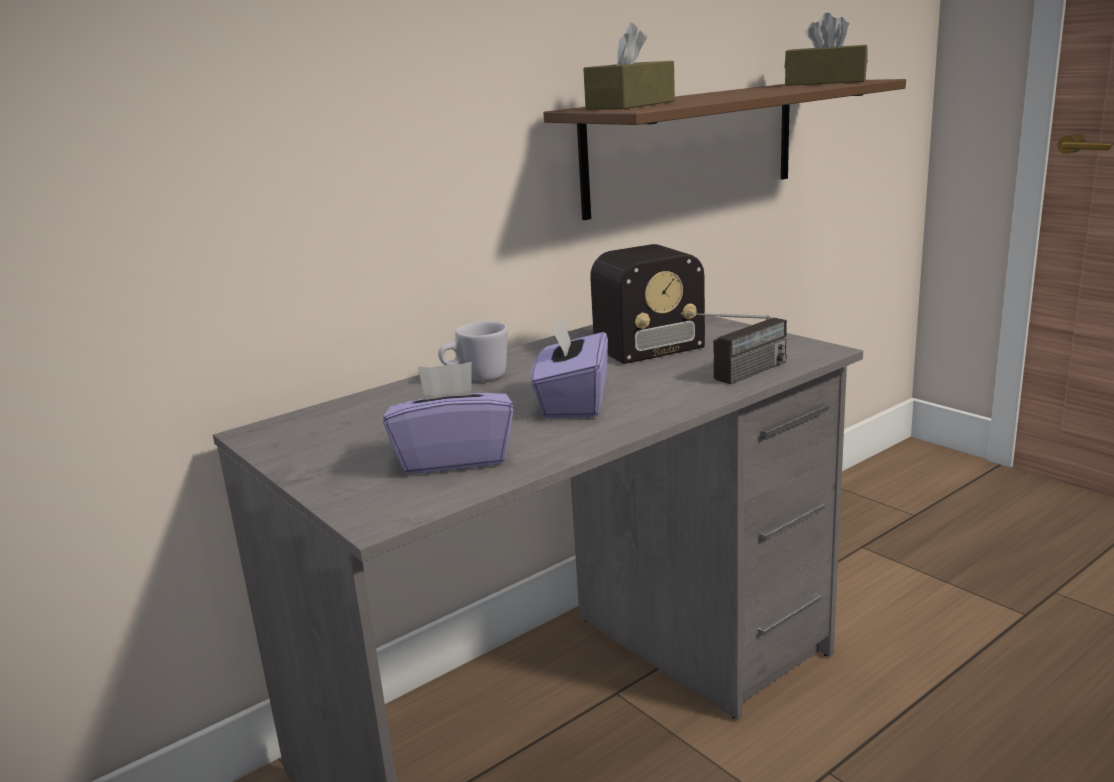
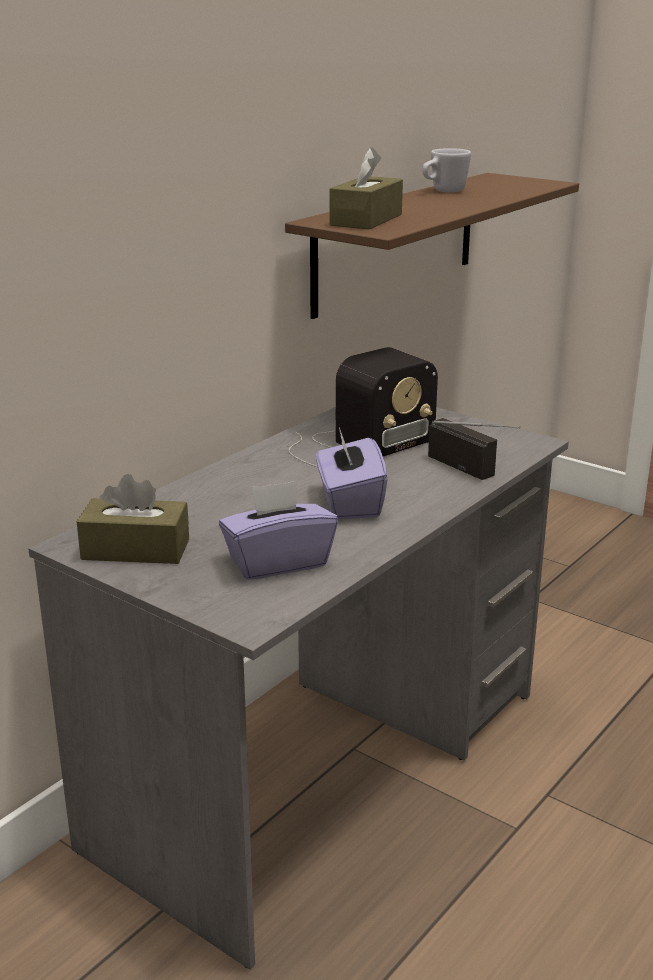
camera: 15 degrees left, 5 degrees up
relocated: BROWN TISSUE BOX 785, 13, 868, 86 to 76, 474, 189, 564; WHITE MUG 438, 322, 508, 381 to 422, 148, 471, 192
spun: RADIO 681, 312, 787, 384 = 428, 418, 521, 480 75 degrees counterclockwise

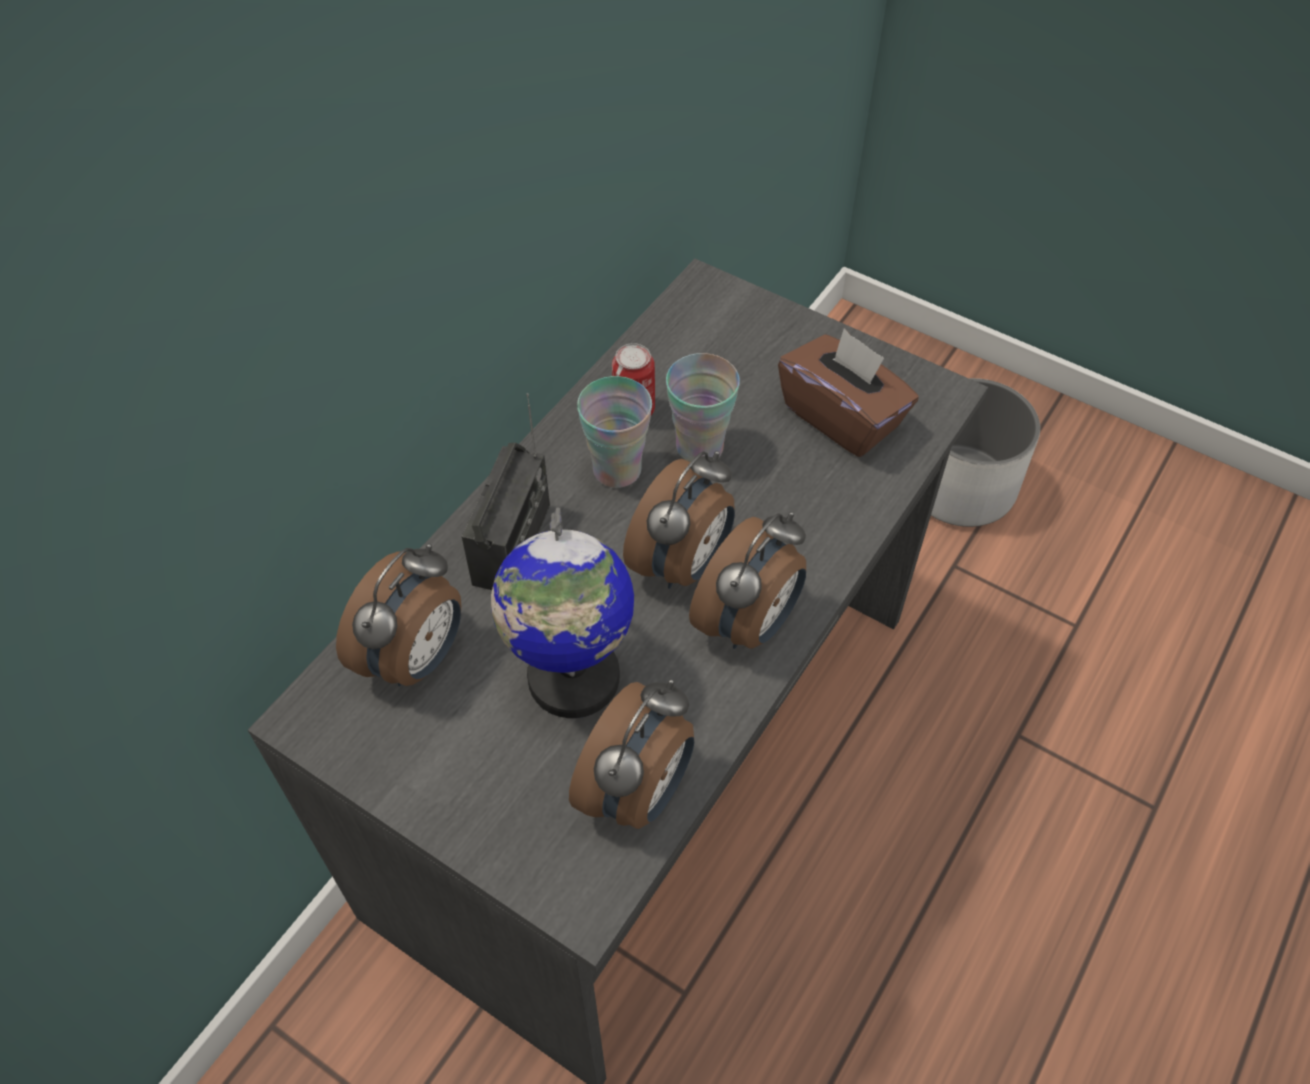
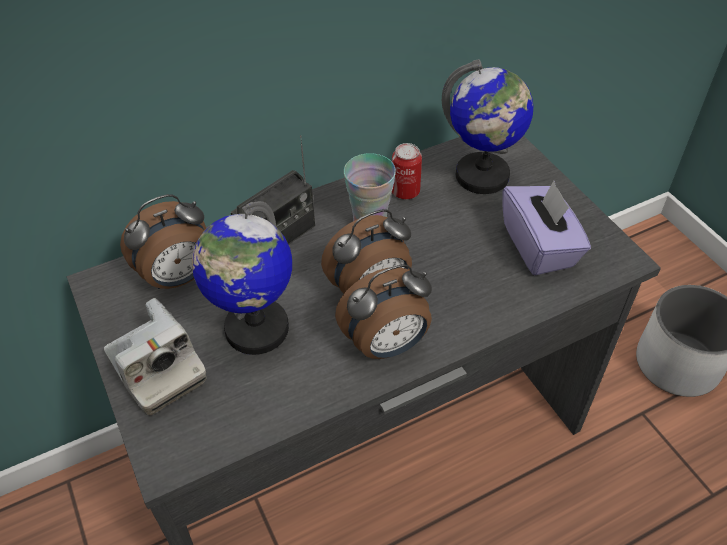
camera: 30 degrees right, 5 degrees down
missing: CUP 666, 353, 740, 462; ALARM CLOCK 569, 679, 694, 829
appeared: GLOBE 442, 59, 533, 194; PHOTO CAMERA 104, 298, 207, 416
colour: BROWN TISSUE BOX 778, 328, 919, 457 to PURPLE TISSUE BOX 502, 181, 591, 276

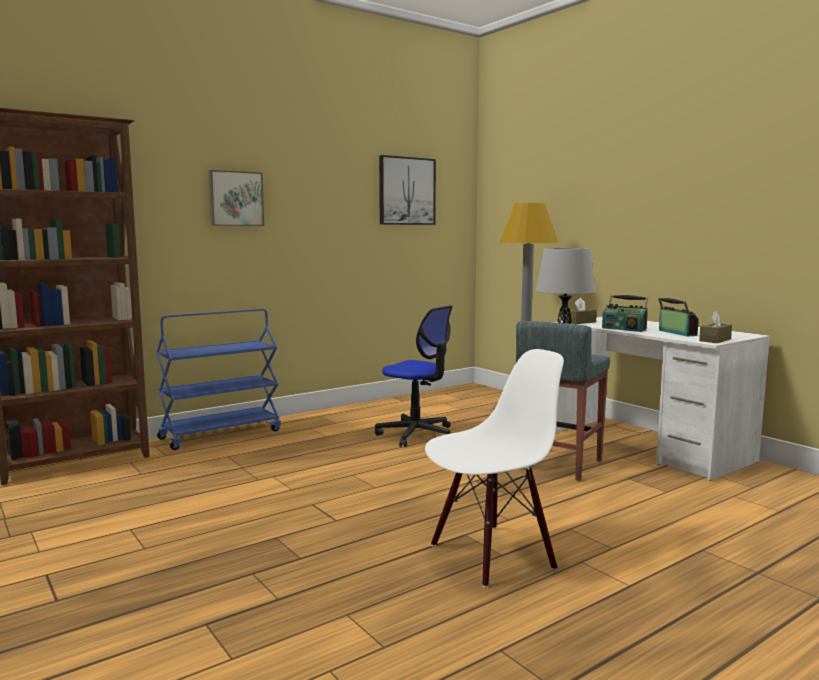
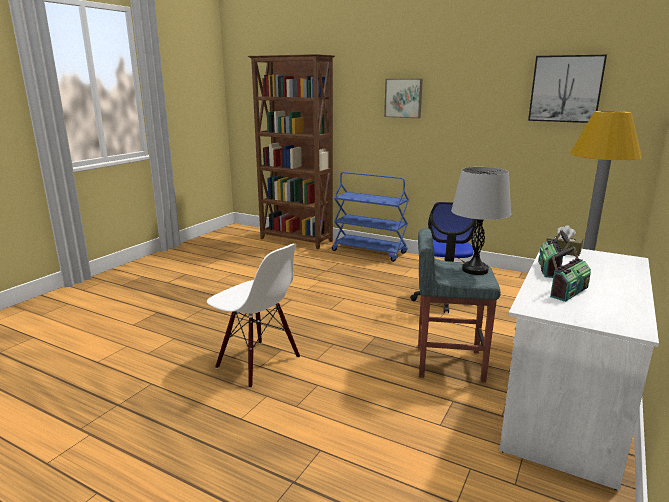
camera: 65 degrees right, 10 degrees up
missing: BROWN TISSUE BOX 699, 311, 732, 343

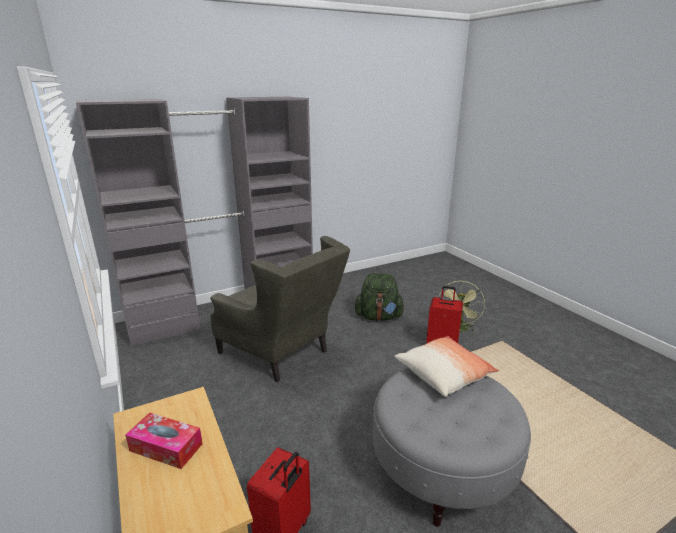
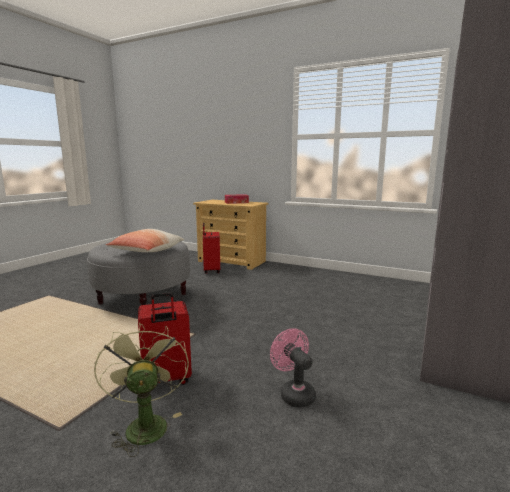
camera: 145 degrees right, 10 degrees down
missing: GREY ARMCHAIR 210, 236, 350, 382
exchanged: GREEN BACKPACK 355, 273, 405, 321 to PINK FAN 270, 328, 316, 408

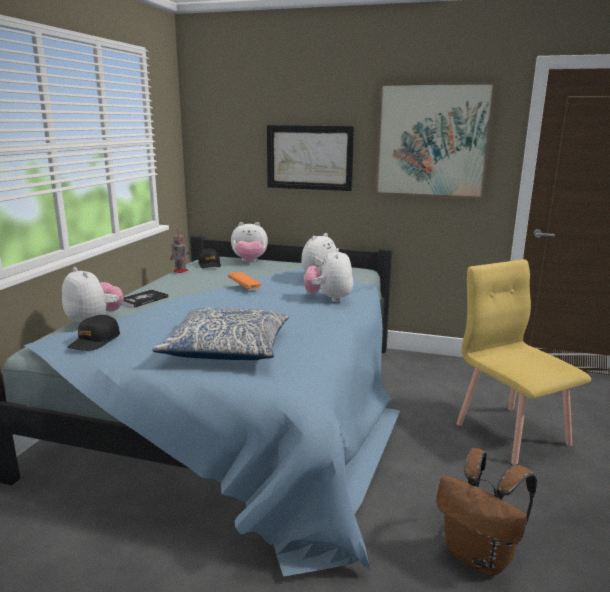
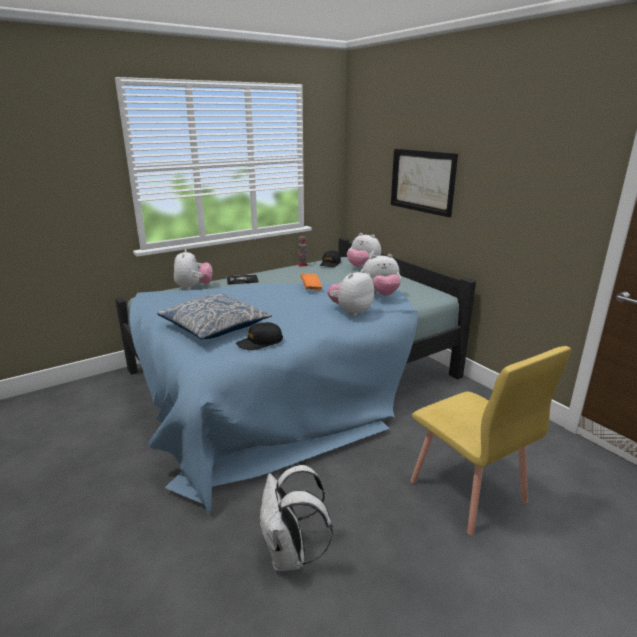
camera: 40 degrees right, 5 degrees up
missing: PICTURE 374, 82, 496, 199
relocated: BLACK CAP 67, 315, 120, 351 to 236, 322, 283, 350
colour: BROWN BACKPACK 436, 448, 537, 576 to WHITE BACKPACK 259, 465, 333, 571
spun: YELLOW CHAIR 457, 259, 591, 465 = 411, 346, 571, 535 135 degrees clockwise

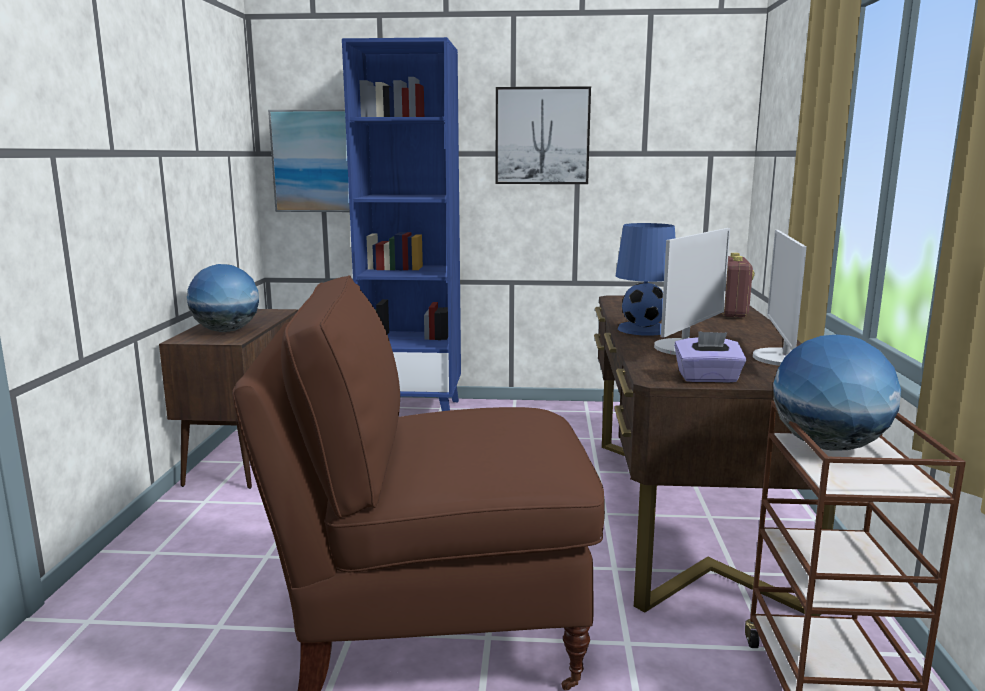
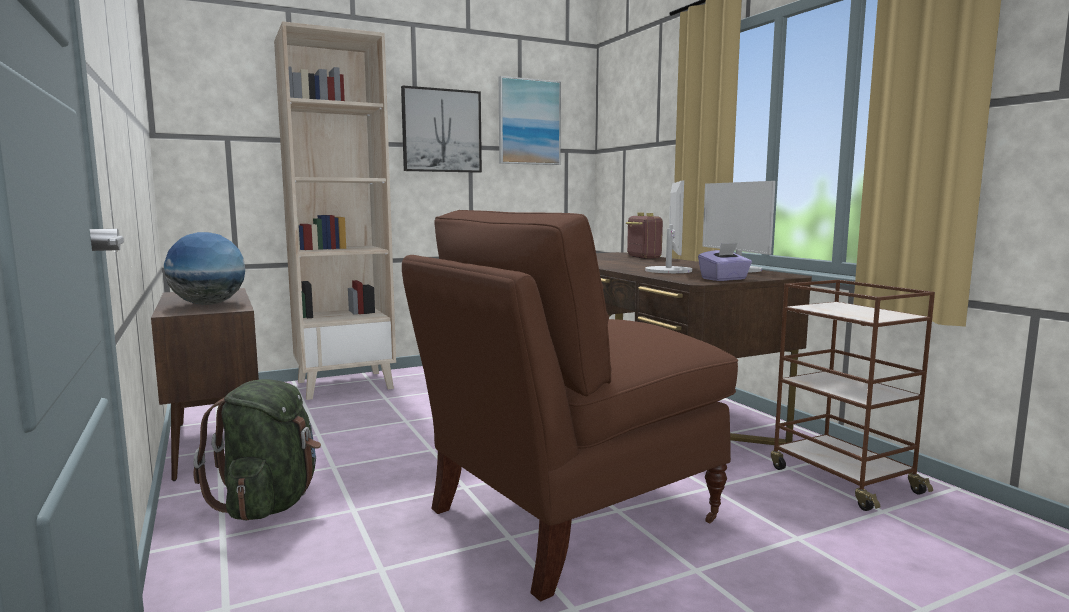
camera: 30 degrees left, 5 degrees down
missing: BLUE TABLE LAMP 616, 223, 675, 336; GLOBE 773, 335, 901, 451
appeared: GREEN BACKPACK 193, 379, 321, 521
relocated: PICTURE 268, 109, 350, 212 to 499, 76, 561, 165
colour: BLUE BOOKCASE 342, 37, 461, 411 to BEIGE BOOKCASE 274, 21, 396, 400

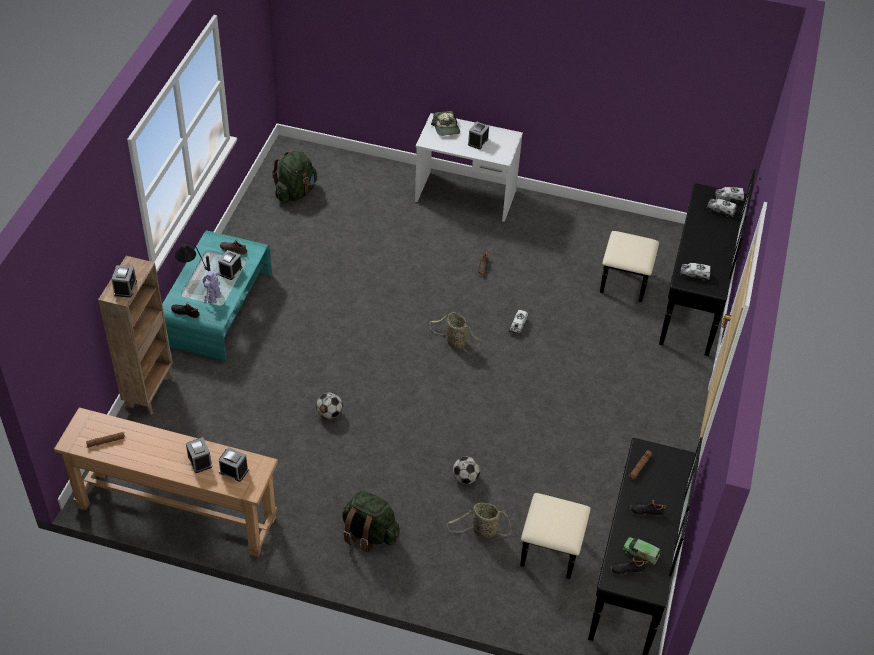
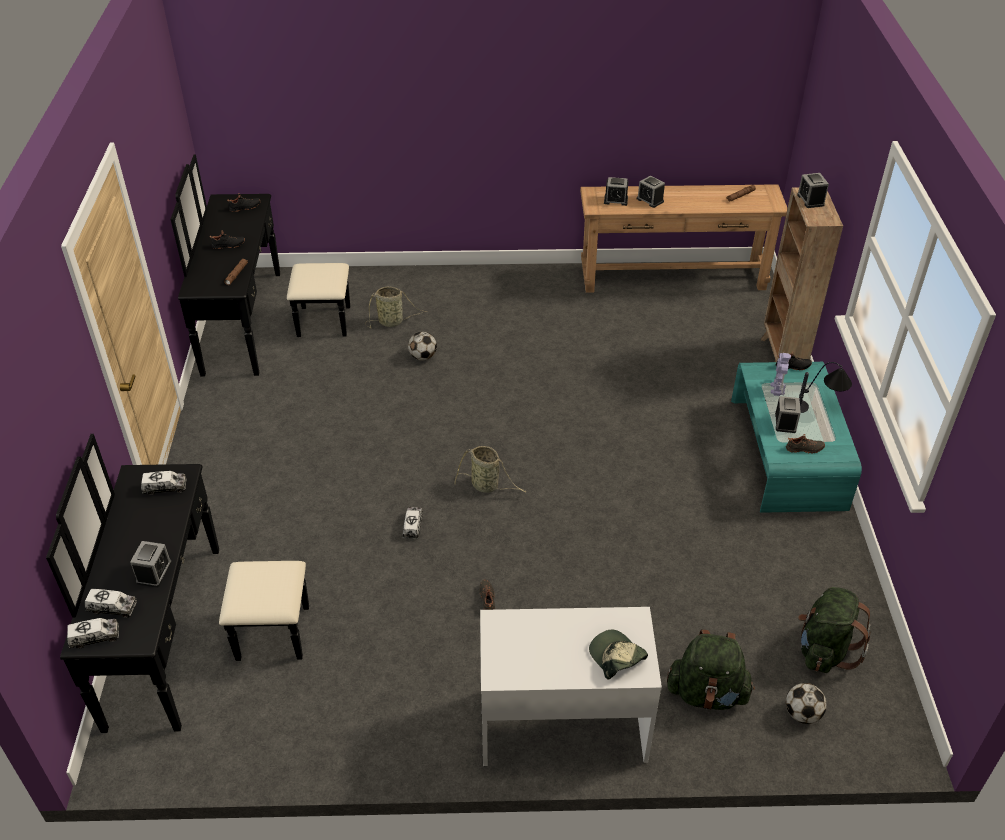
camera: 165 degrees right, 5 degrees down
missing: TOY TRUCK 623, 537, 660, 565
relocated: ALARM CLOCK 468, 121, 489, 150 to 130, 541, 172, 588; FOOTBALL 316, 392, 343, 419 to 786, 683, 827, 724; GREEN BACKPACK 343, 491, 400, 553 to 667, 630, 755, 710

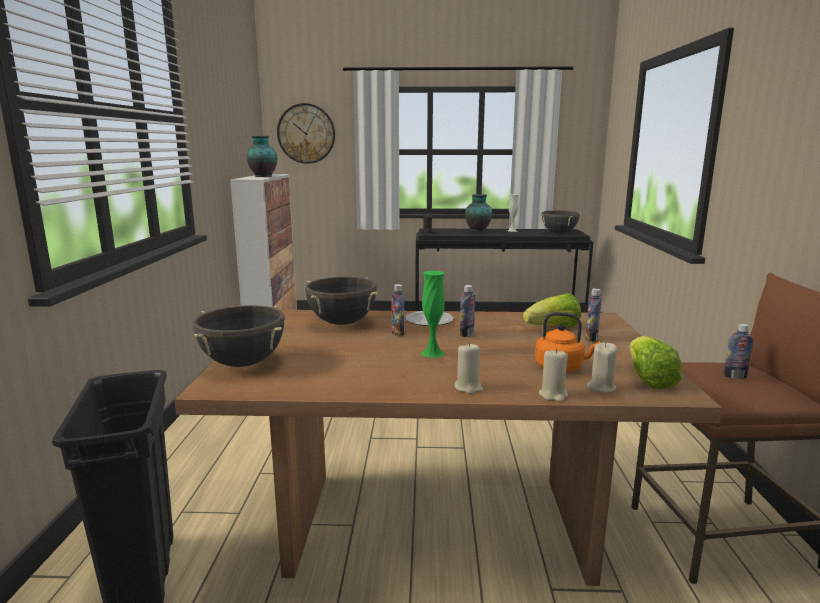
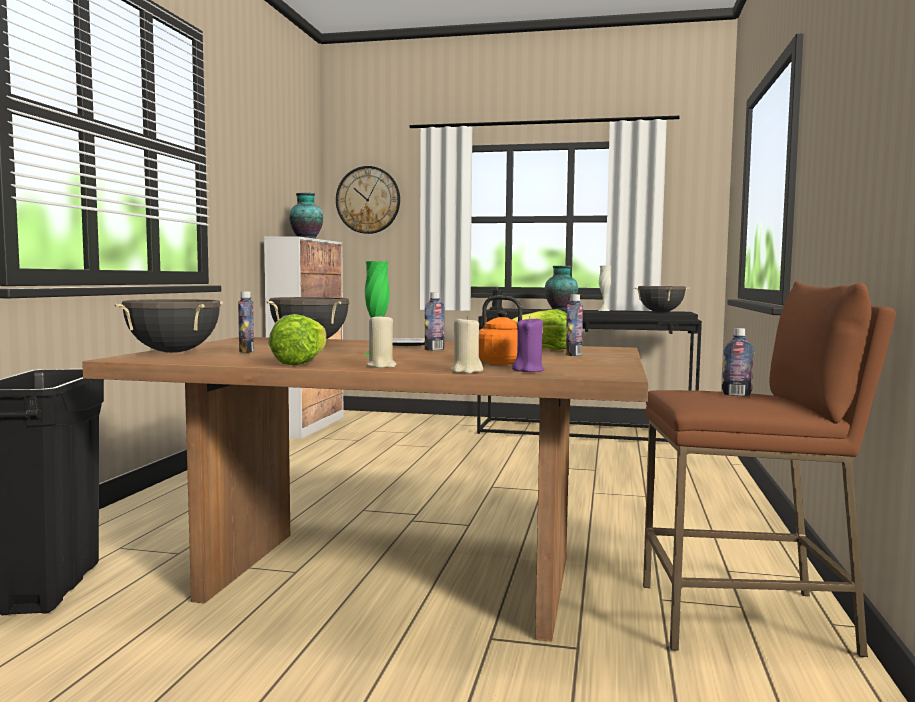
camera: 10 degrees right, 10 degrees down
relocated: BOTTLE 391, 284, 405, 336 to 238, 291, 254, 353; LETTUCE 629, 336, 682, 389 to 268, 314, 327, 365
colour: BEIGE CANDLE 587, 343, 617, 393 to PURPLE CANDLE 512, 316, 545, 372

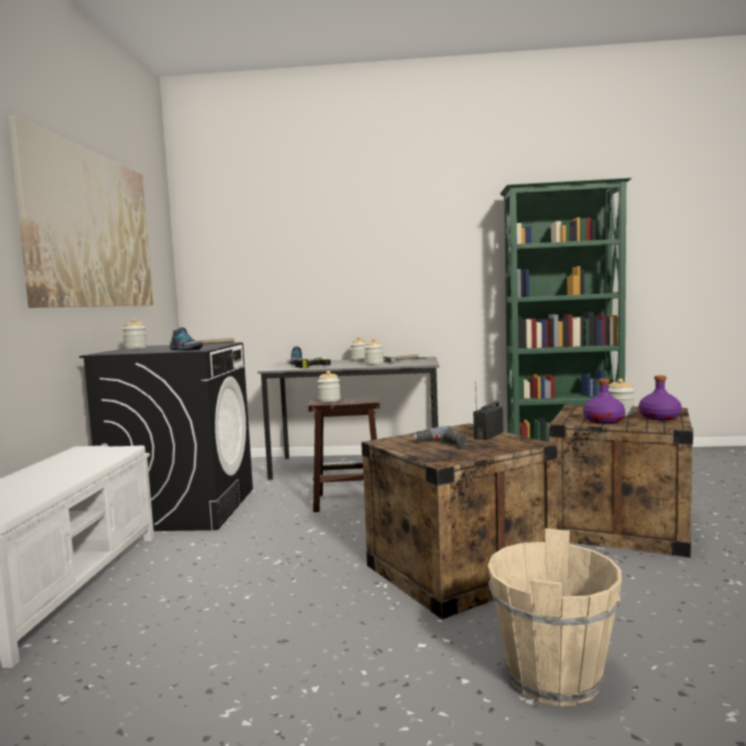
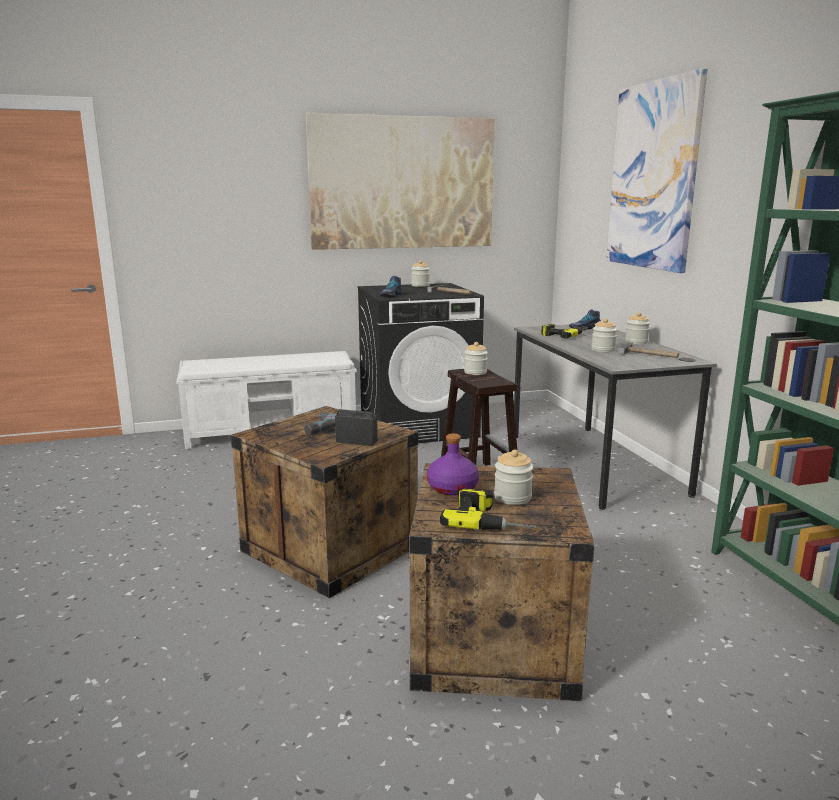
camera: 70 degrees right, 10 degrees up
missing: BEIGE BUCKET 488, 528, 622, 706
appeared: PICTURE 606, 68, 707, 273
exchanged: PURPLE BOTTLE 638, 375, 682, 420 to POWER DRILL 440, 488, 537, 530

